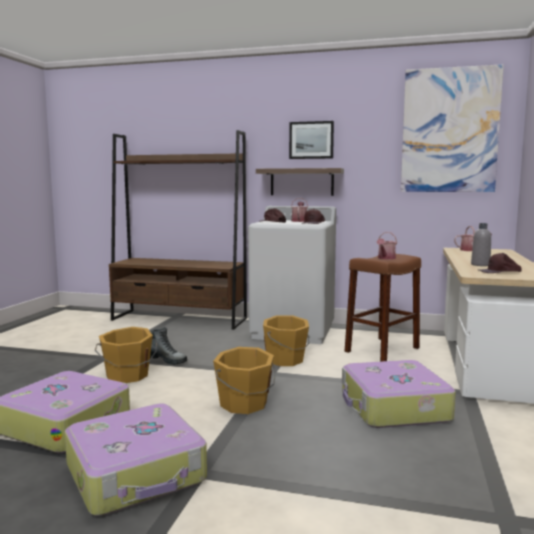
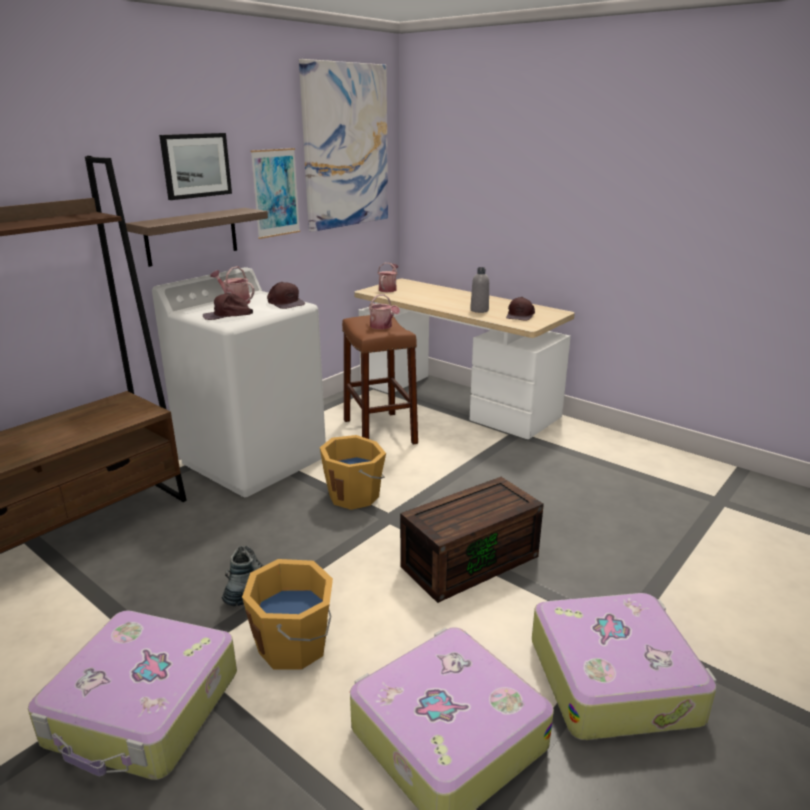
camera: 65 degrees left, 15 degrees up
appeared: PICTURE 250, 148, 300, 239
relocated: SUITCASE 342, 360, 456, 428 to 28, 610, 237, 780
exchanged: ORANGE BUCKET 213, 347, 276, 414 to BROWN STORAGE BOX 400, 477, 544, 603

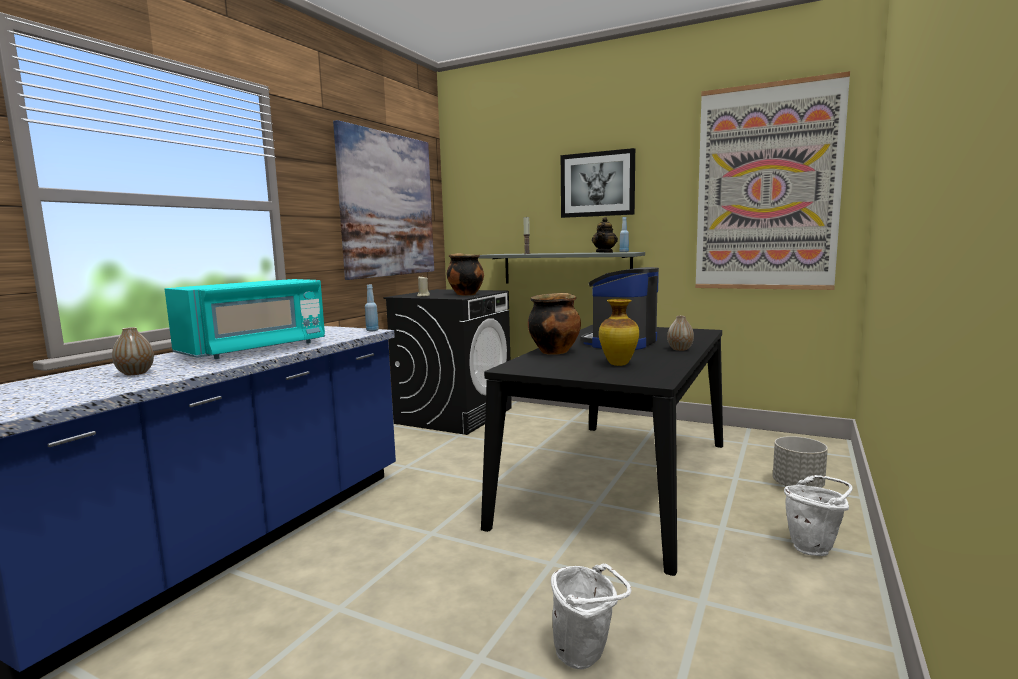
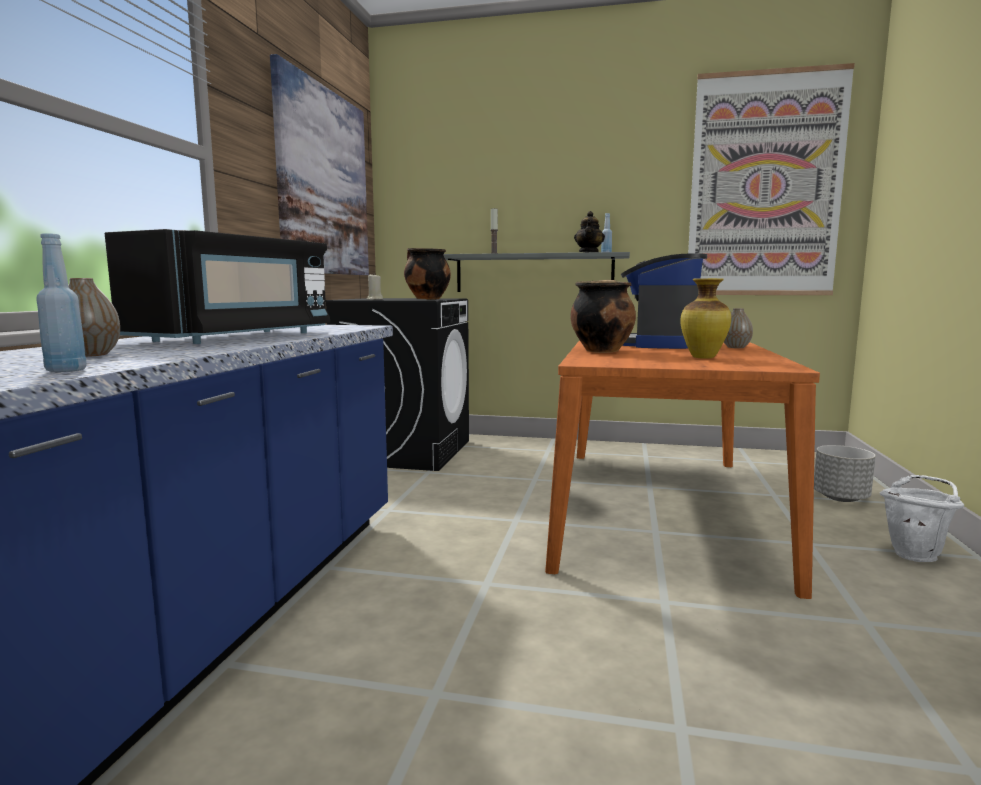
camera: 15 degrees left, 0 degrees up
missing: PICTURE 561, 148, 635, 218; WHITE BUCKET 551, 564, 631, 669
relocated: BLUE BOTTLE 365, 285, 379, 331 to 36, 233, 87, 372
colour: TURQUOISE MICROWAVE 165, 279, 325, 359 to BLACK MICROWAVE 105, 229, 330, 344; BLACK DINING TABLE 481, 325, 723, 576 to ORANGE DINING TABLE 545, 340, 820, 599

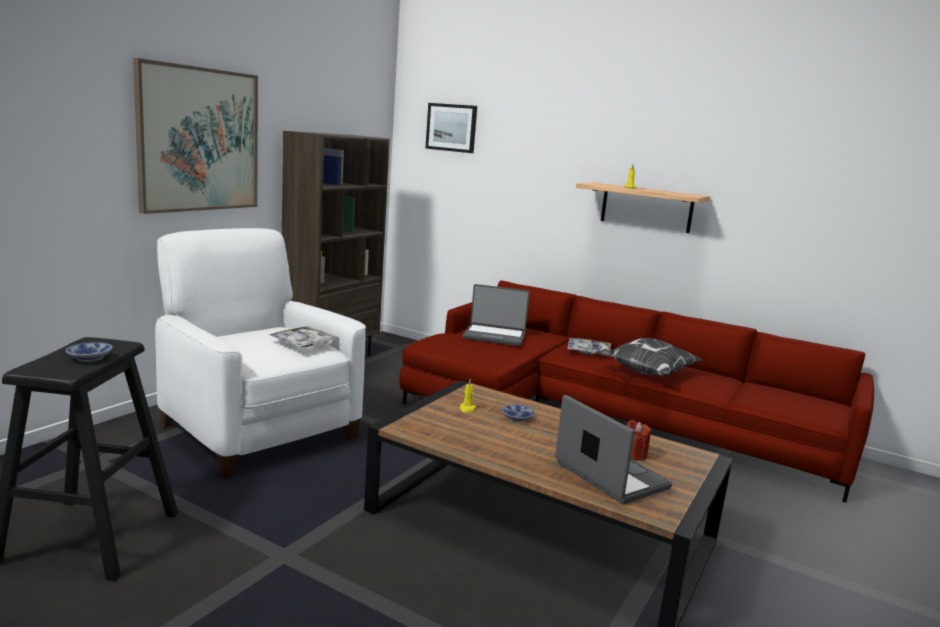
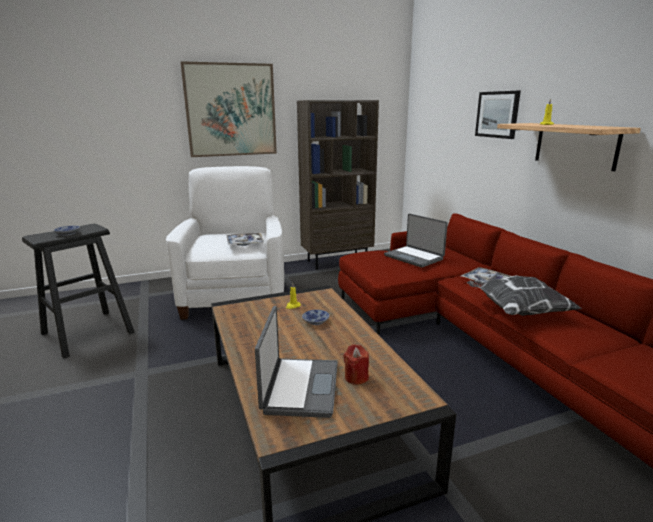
camera: 40 degrees right, 5 degrees up
relocated: PICTURE 425, 103, 477, 153 to 475, 91, 521, 139

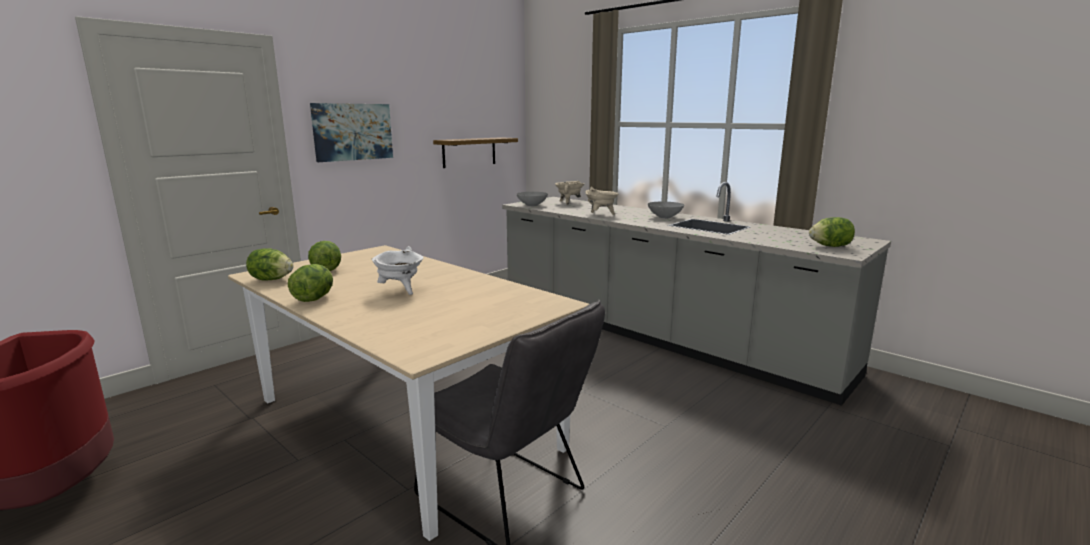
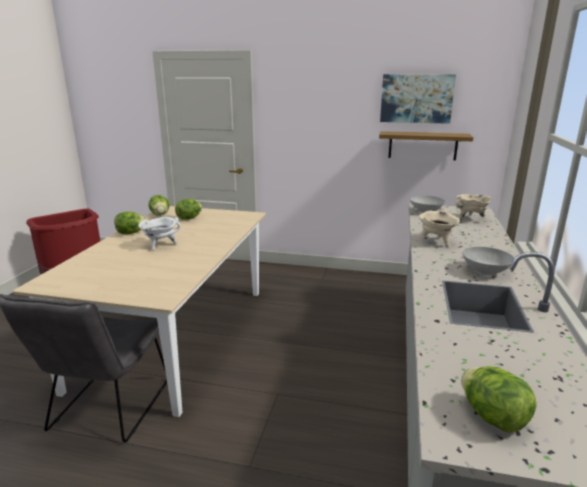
camera: 60 degrees right, 5 degrees up
relocated: PICTURE 310, 103, 393, 162 to 380, 74, 456, 124

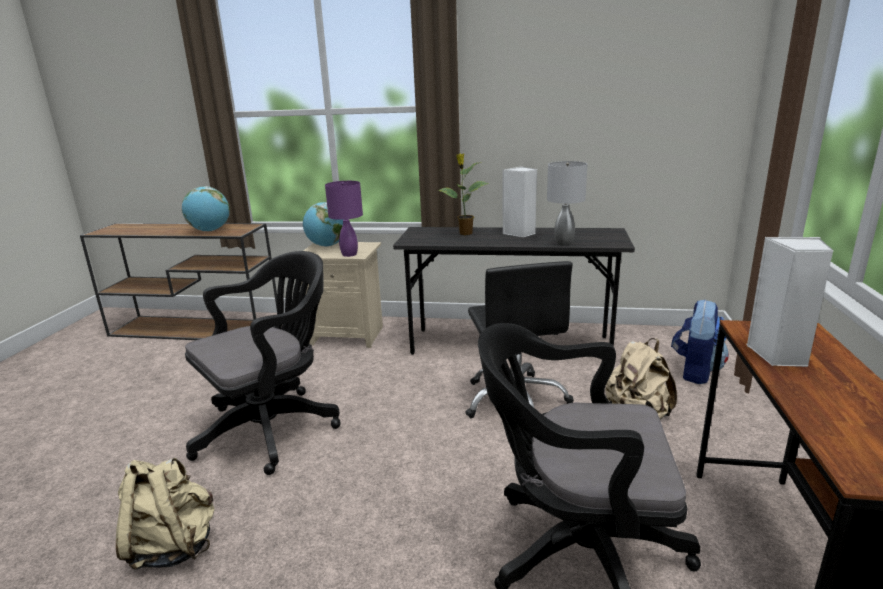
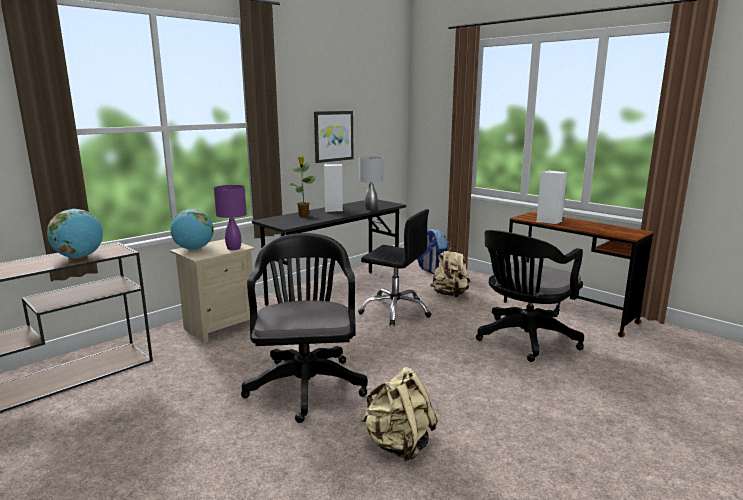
camera: 55 degrees left, 5 degrees down
appeared: PICTURE 314, 111, 354, 163

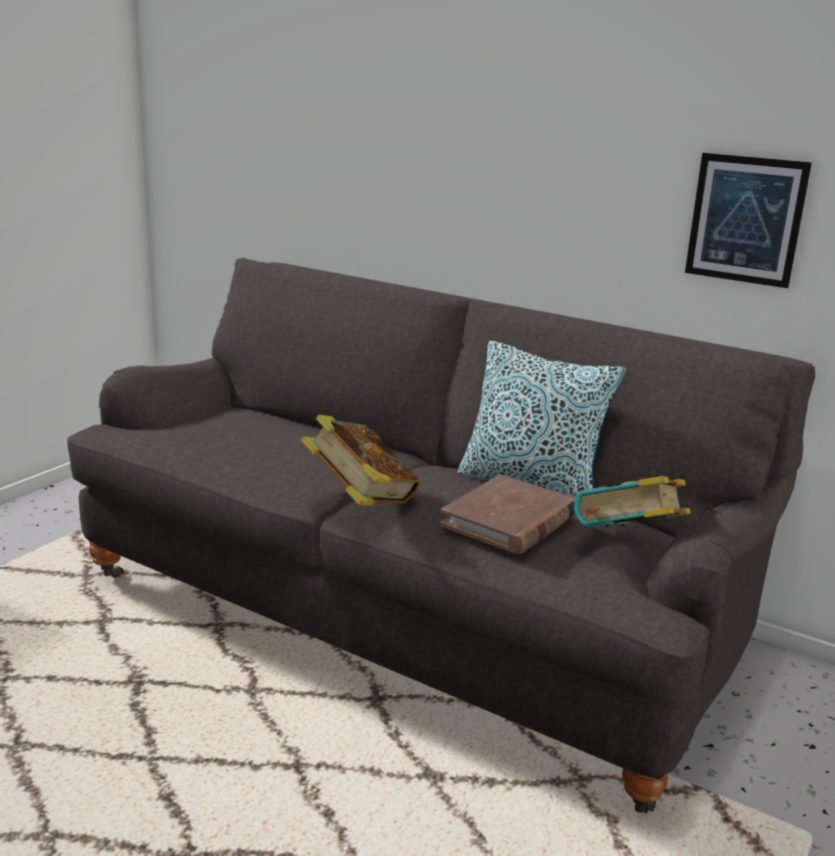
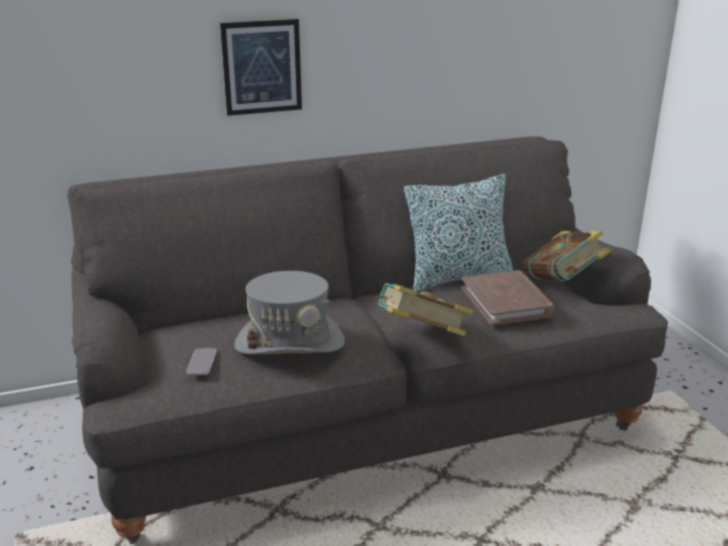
camera: 50 degrees left, 5 degrees up
appeared: GREY HAT 234, 271, 345, 354; PHONE 186, 348, 217, 375
relocated: PICTURE 685, 153, 812, 288 to 220, 19, 302, 116

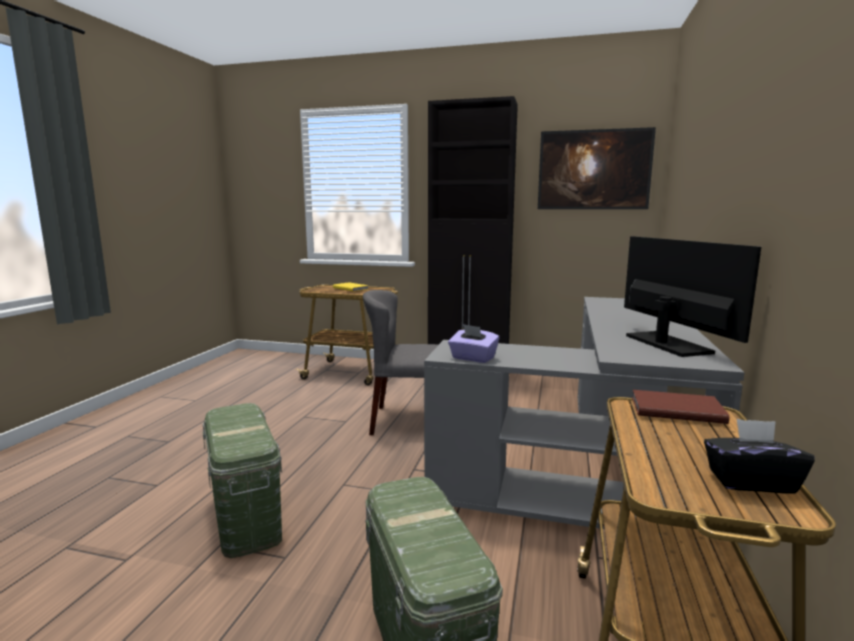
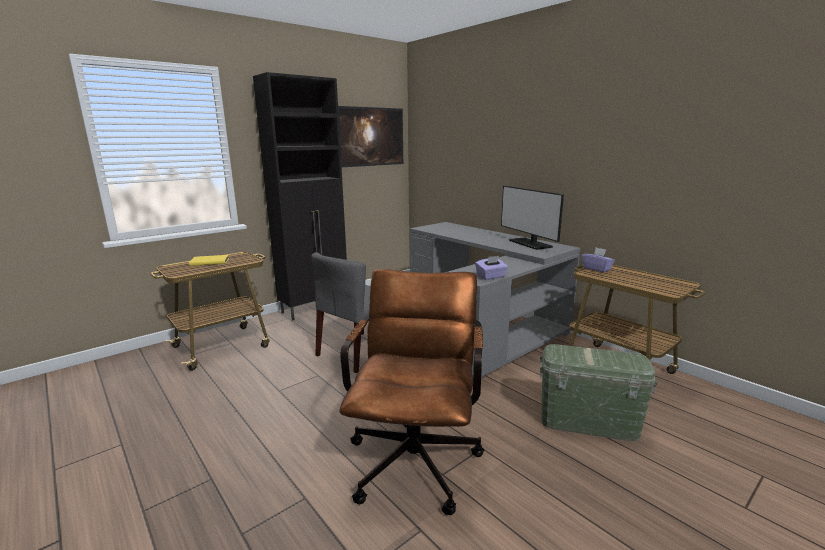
camera: 55 degrees left, 5 degrees up
missing: BLACK TISSUE BOX 704, 419, 815, 494
exchanged: BROWN BOOK 632, 390, 729, 424 to PURPLE TISSUE BOX 582, 248, 615, 272; GREEN STORAGE BOX 203, 403, 282, 558 to BROWN OFFICE CHAIR 339, 269, 484, 515
spun: MONITOR 624, 236, 761, 357 = 501, 186, 564, 250 135 degrees counterclockwise

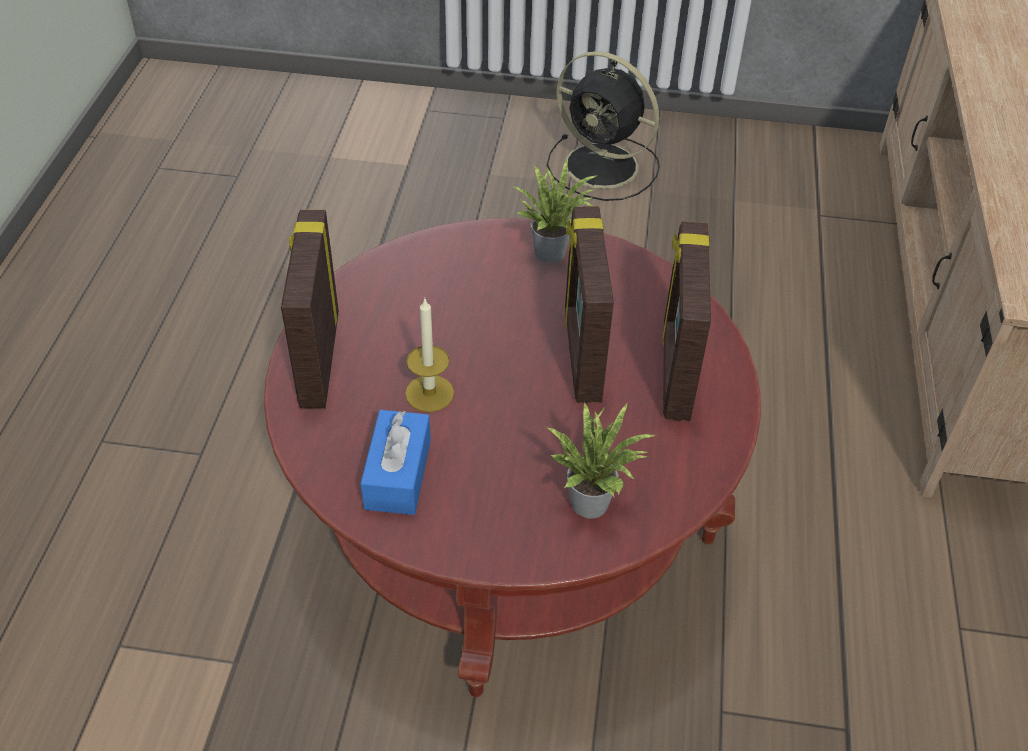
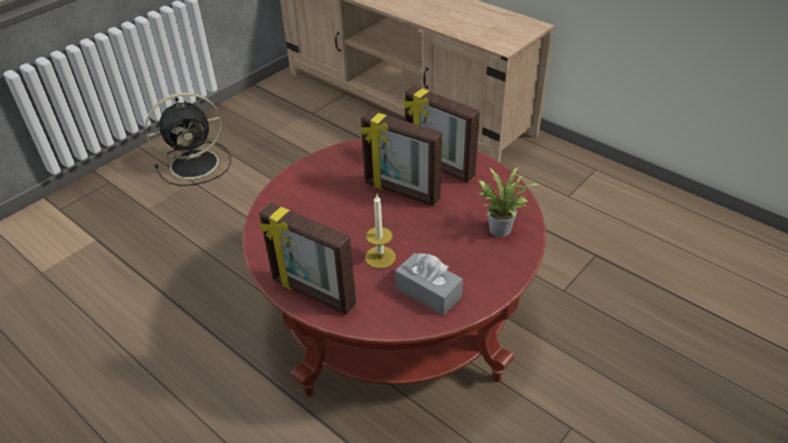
camera: 55 degrees left, 5 degrees down
missing: POTTED PLANT 511, 160, 598, 263
colour: BLUE TISSUE BOX 360, 410, 431, 515 to GREY TISSUE BOX 395, 253, 463, 316

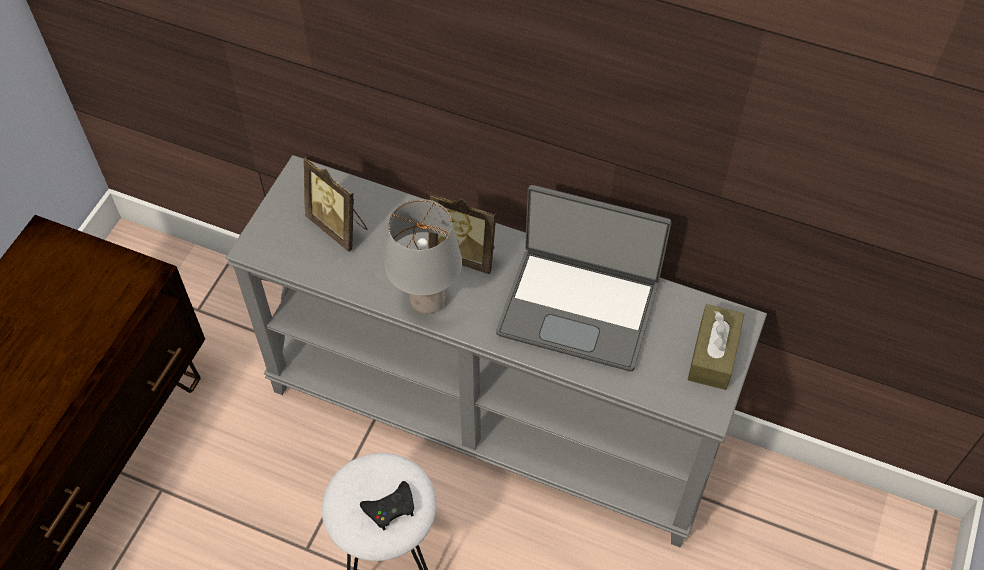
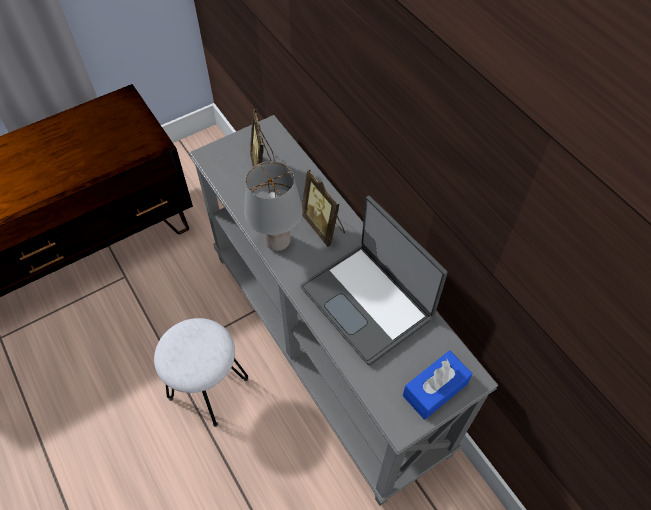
camera: 35 degrees right, 0 degrees up
missing: BLACK GAME CONTROLLER 360, 481, 414, 531
colour: BROWN TISSUE BOX 688, 304, 745, 390 to BLUE TISSUE BOX 403, 350, 473, 420

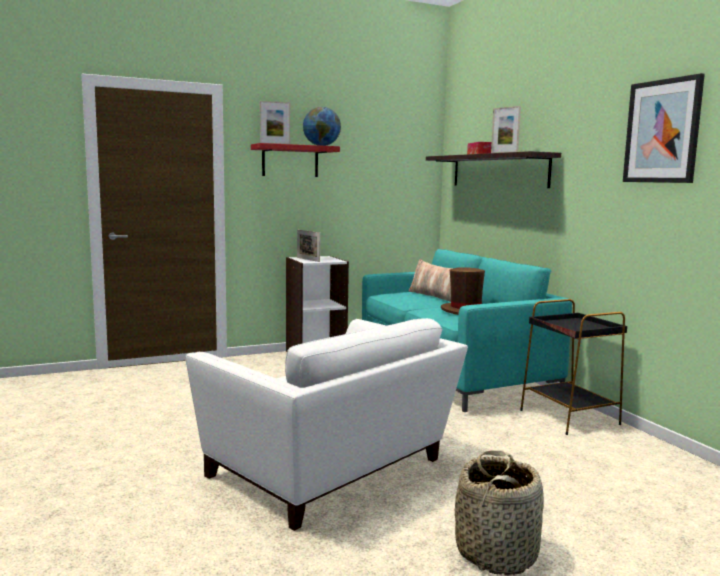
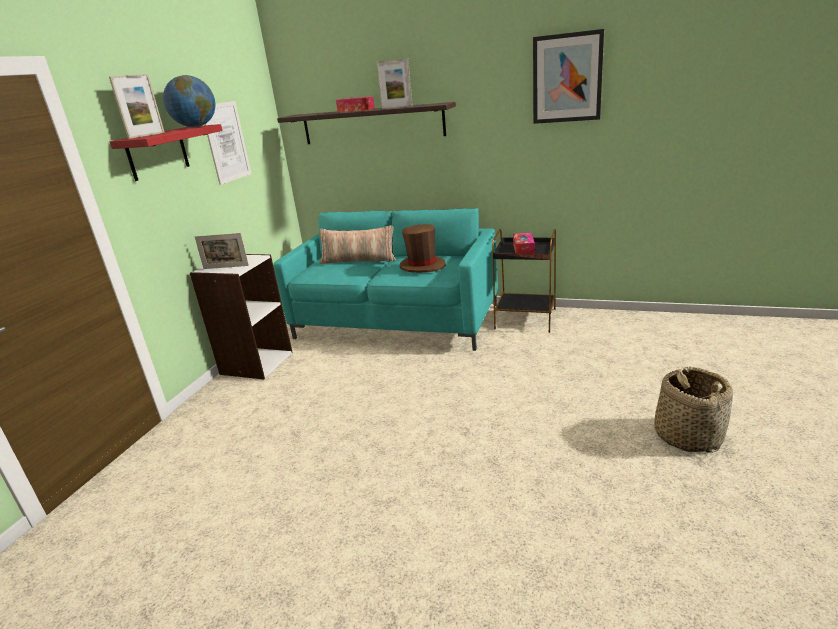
camera: 45 degrees left, 15 degrees up
missing: WHITE ARMCHAIR 185, 318, 468, 531
appeared: PICTURE 204, 101, 252, 185; TISSUE BOX 513, 233, 535, 254

